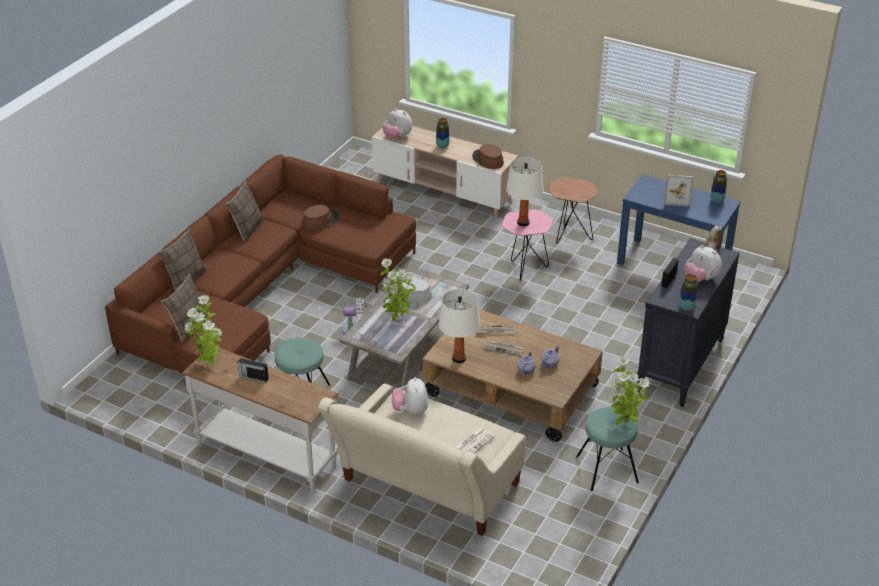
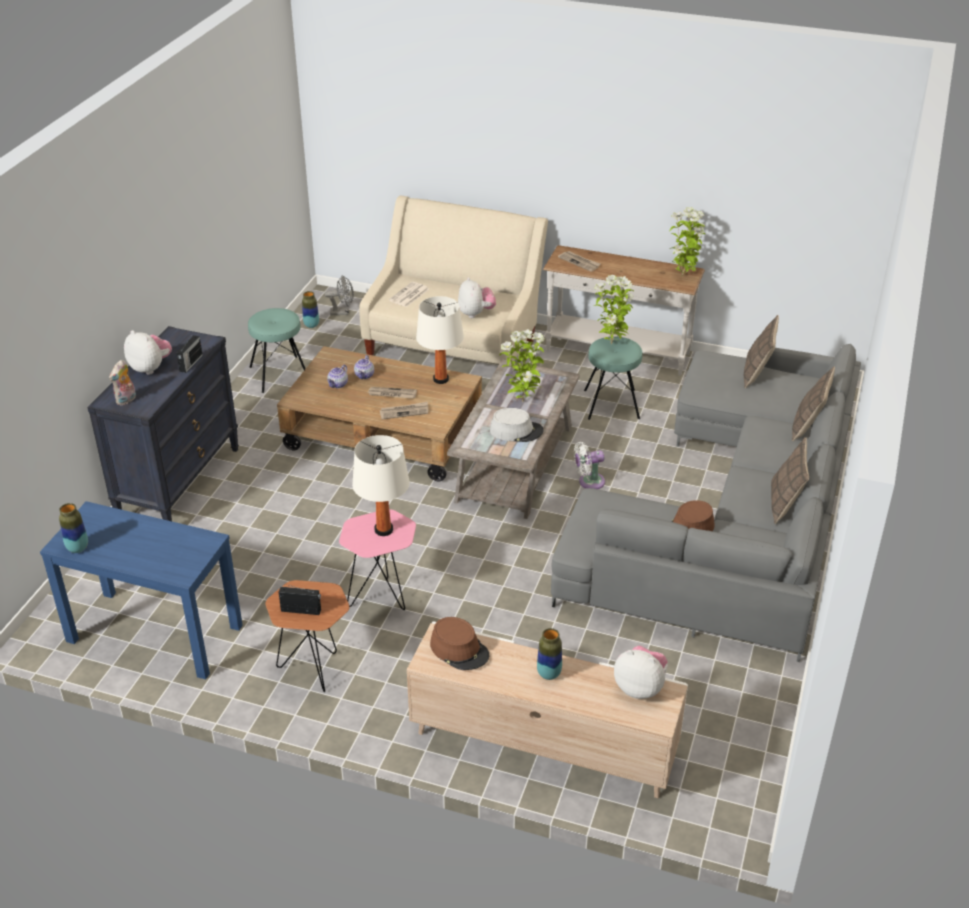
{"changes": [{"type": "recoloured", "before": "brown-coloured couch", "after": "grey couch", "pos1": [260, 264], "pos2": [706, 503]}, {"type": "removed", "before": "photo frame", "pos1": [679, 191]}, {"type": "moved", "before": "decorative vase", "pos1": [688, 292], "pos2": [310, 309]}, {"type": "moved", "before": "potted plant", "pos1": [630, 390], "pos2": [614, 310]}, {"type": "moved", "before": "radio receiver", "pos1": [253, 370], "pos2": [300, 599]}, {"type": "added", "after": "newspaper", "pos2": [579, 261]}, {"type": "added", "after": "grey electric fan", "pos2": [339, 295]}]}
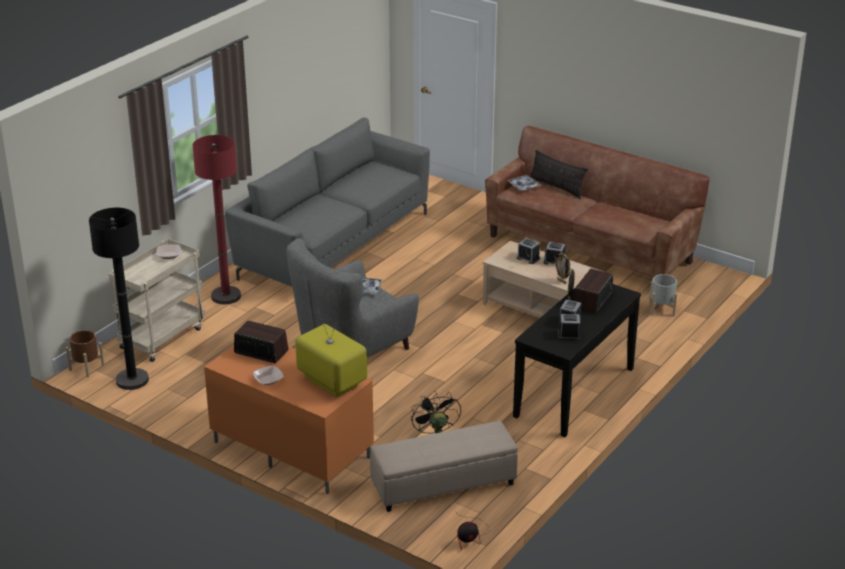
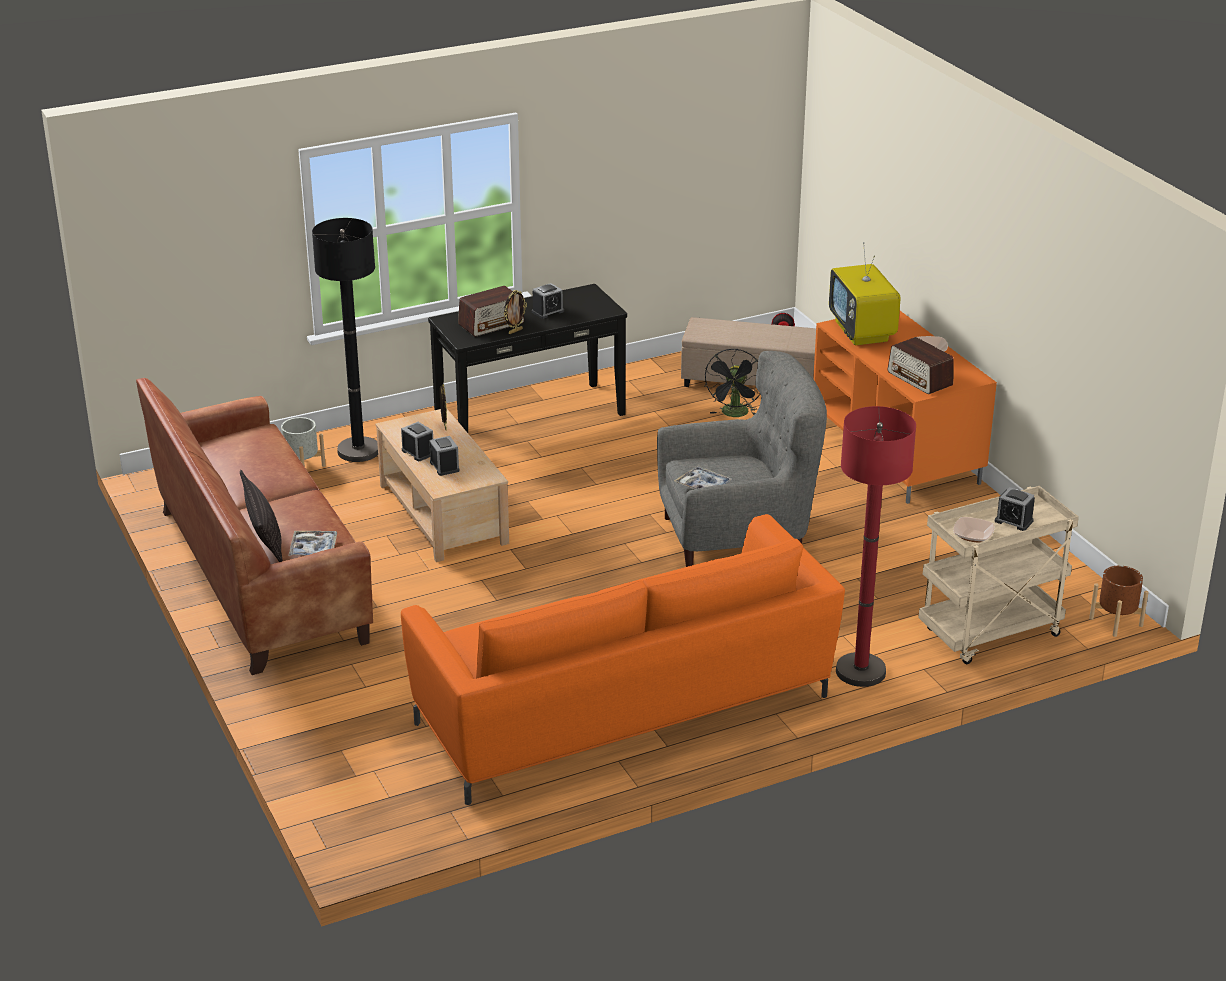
{"changes": [{"type": "recoloured", "before": "grey couch", "after": "orangey couch", "pos1": [327, 202], "pos2": [623, 659]}, {"type": "moved", "before": "black floor lamp", "pos1": [119, 299], "pos2": [345, 340]}, {"type": "moved", "before": "bedside clock", "pos1": [569, 327], "pos2": [1015, 509]}]}
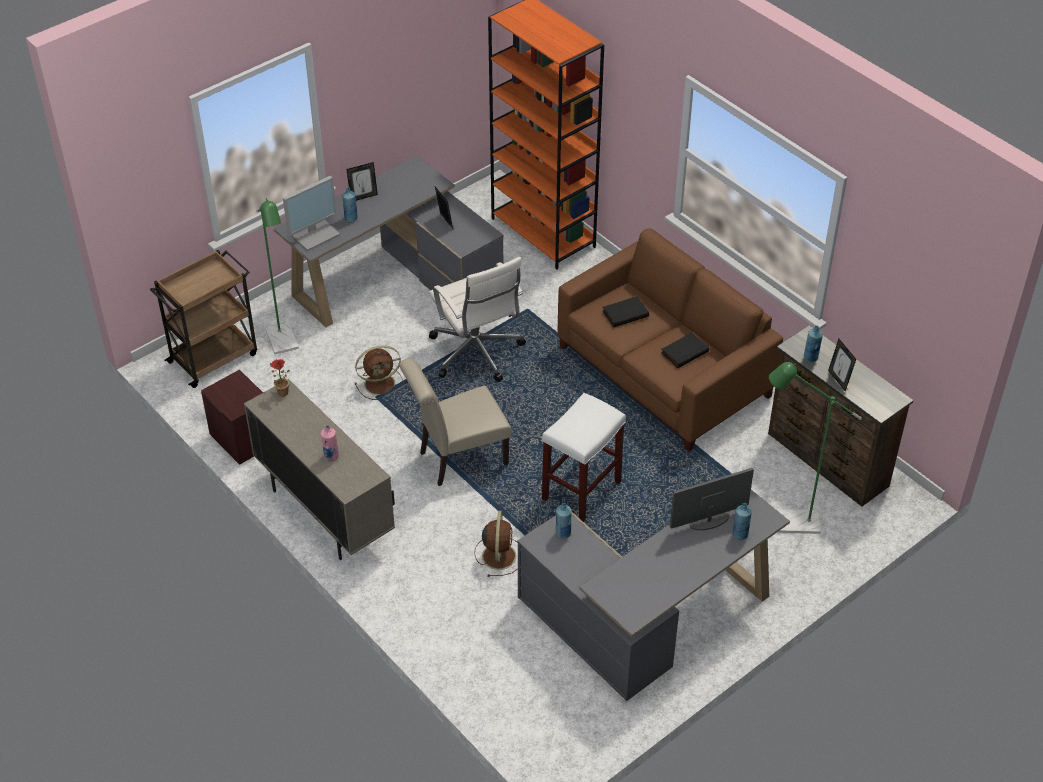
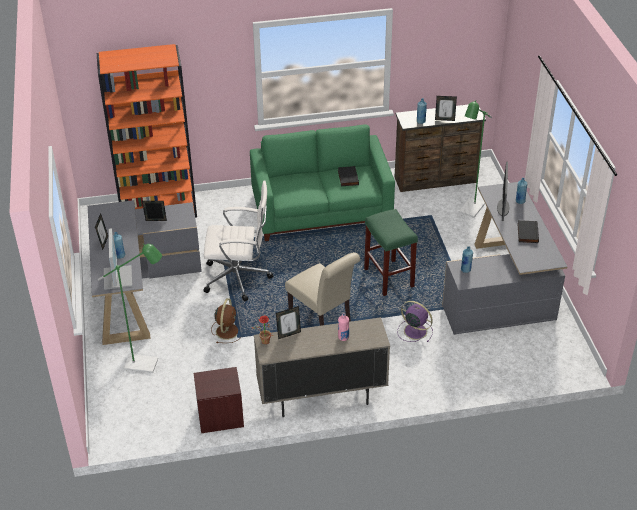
{"changes": [{"type": "recoloured", "before": "brown-coloured couch", "after": "green-coloured couch", "pos1": [670, 340], "pos2": [322, 182]}, {"type": "removed", "before": "brown-coloured trolley", "pos1": [203, 319]}, {"type": "moved", "before": "black bound book", "pos1": [626, 311], "pos2": [528, 231]}, {"type": "turned", "before": "sand-coloured plain chair", "pos1": [455, 422], "pos2": [322, 289], "turn": -45}, {"type": "recoloured", "before": "white stool", "after": "green-coloured stool", "pos1": [584, 457], "pos2": [391, 252]}, {"type": "recoloured", "before": "brown-coloured electric fan", "after": "purplish electric fan", "pos1": [496, 544], "pos2": [415, 321]}, {"type": "added", "after": "photo frame", "pos2": [288, 322]}]}
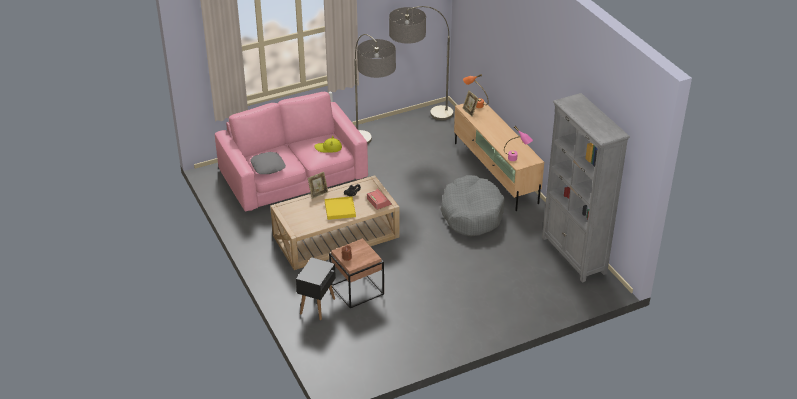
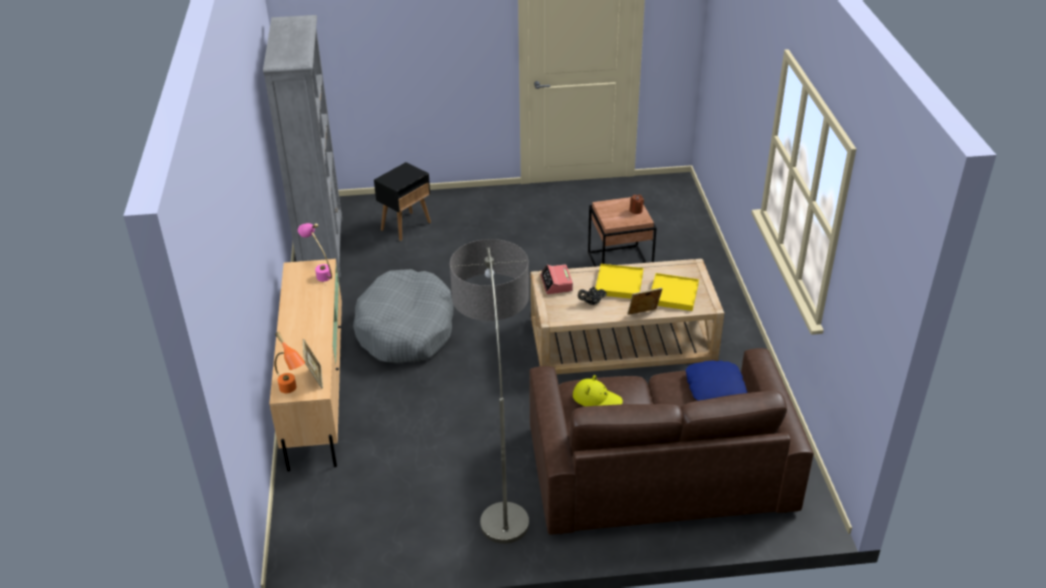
{"changes": [{"type": "removed", "before": "floor lamp", "pos1": [421, 63]}, {"type": "recoloured", "before": "pink-coloured couch", "after": "brown-coloured couch", "pos1": [291, 151], "pos2": [671, 441]}, {"type": "recoloured", "before": "grey pillow", "after": "blue pillow", "pos1": [268, 163], "pos2": [716, 381]}, {"type": "moved", "before": "black side table", "pos1": [316, 288], "pos2": [402, 201]}, {"type": "added", "after": "yellow-coloured tray", "pos2": [675, 292]}]}
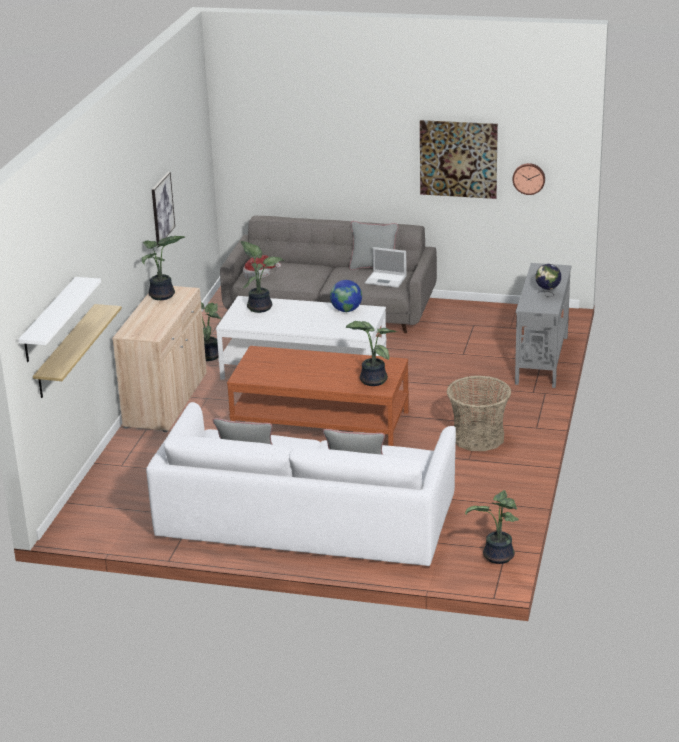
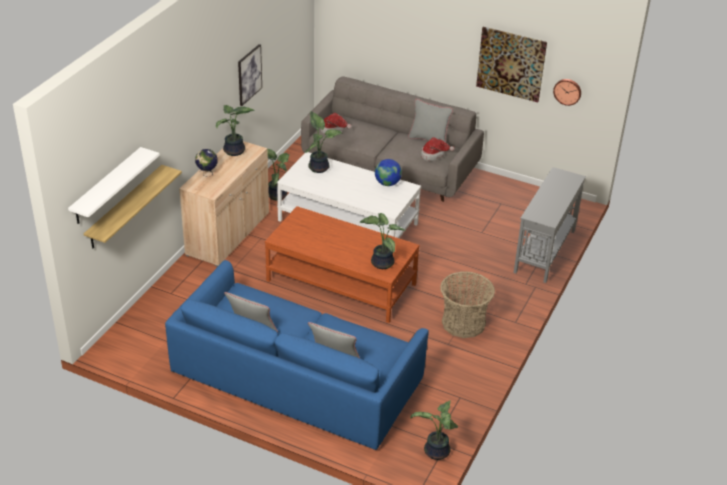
{"changes": [{"type": "replaced", "before": "notebook computer", "after": "wearable hat", "pos1": [386, 267], "pos2": [438, 149]}, {"type": "moved", "before": "globe", "pos1": [548, 280], "pos2": [206, 163]}, {"type": "recoloured", "before": "white couch", "after": "blue couch", "pos1": [301, 484], "pos2": [297, 355]}]}
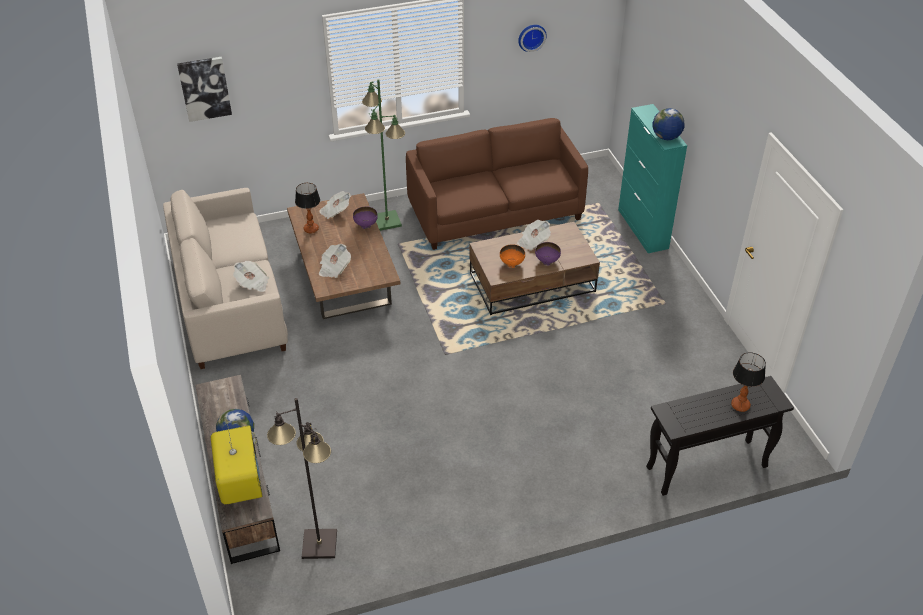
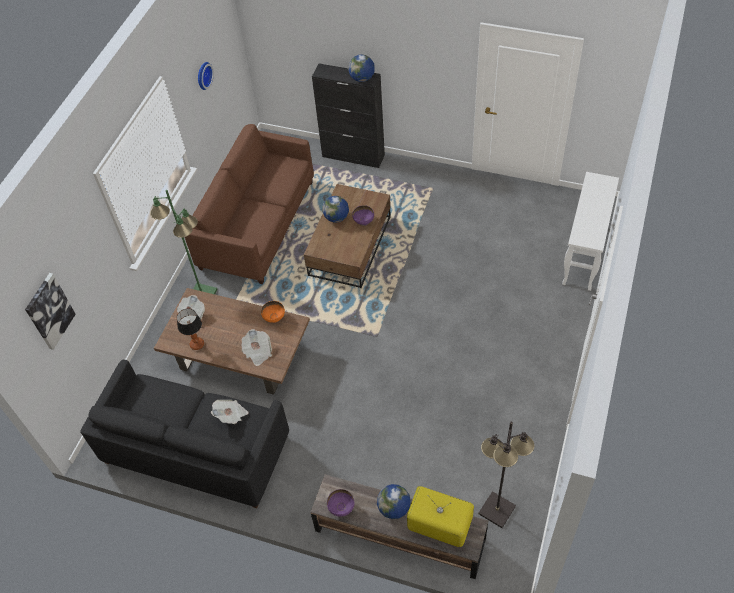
{"changes": [{"type": "recoloured", "before": "turquoise-coloured cabinet", "after": "black cabinet", "pos1": [652, 178], "pos2": [348, 115]}, {"type": "recoloured", "before": "sand-coloured couch", "after": "black couch", "pos1": [225, 278], "pos2": [184, 434]}, {"type": "moved", "before": "purplish bowl", "pos1": [365, 217], "pos2": [340, 503]}, {"type": "replaced", "before": "newspaper", "after": "globe", "pos1": [534, 235], "pos2": [335, 209]}, {"type": "moved", "before": "orangey bowl", "pos1": [512, 256], "pos2": [273, 312]}, {"type": "removed", "before": "tabletop lamp", "pos1": [748, 382]}, {"type": "recoloured", "before": "black console table", "after": "white console table", "pos1": [720, 436], "pos2": [590, 231]}]}
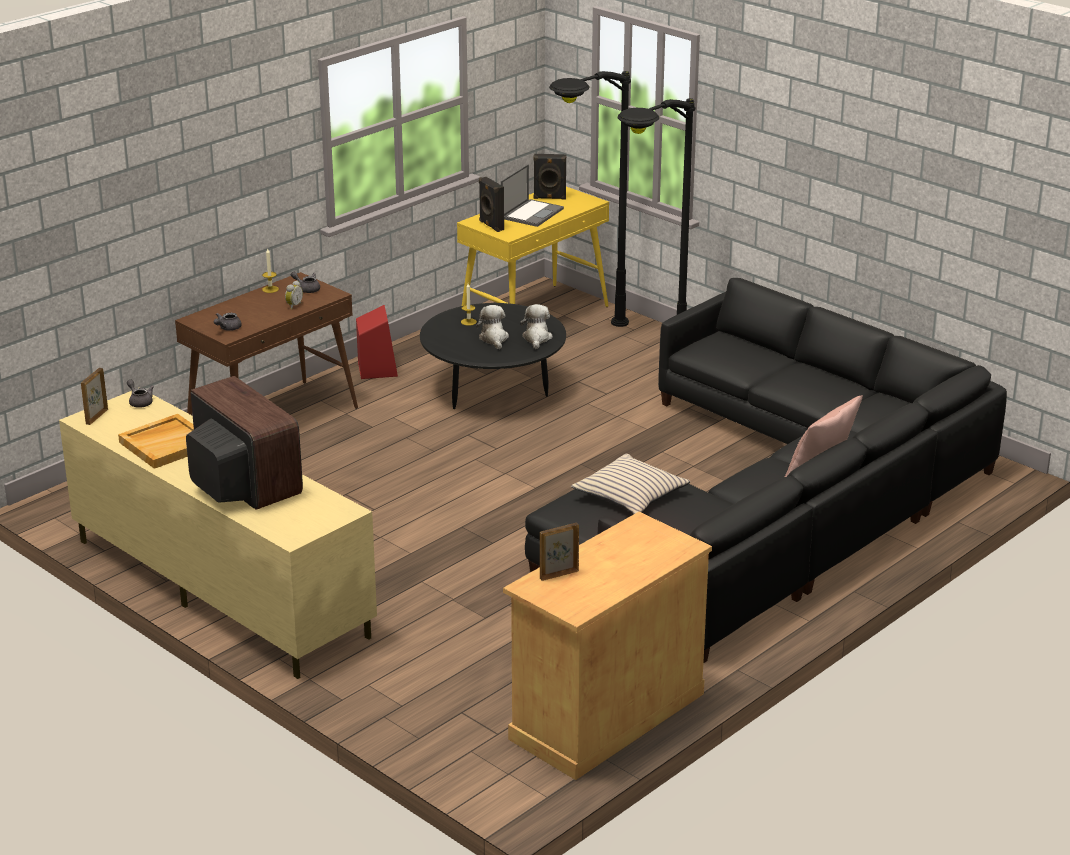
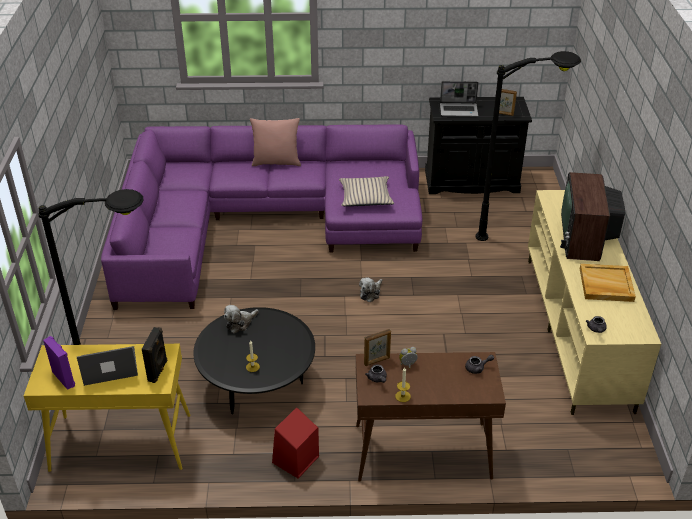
{"changes": [{"type": "moved", "before": "black floor lamp", "pos1": [656, 206], "pos2": [528, 146]}, {"type": "recoloured", "before": "black audio speaker", "after": "purplish audio speaker", "pos1": [549, 177], "pos2": [59, 363]}, {"type": "recoloured", "before": "black couch", "after": "purplish couch", "pos1": [766, 471], "pos2": [261, 217]}, {"type": "moved", "before": "soft toy", "pos1": [492, 327], "pos2": [370, 290]}, {"type": "moved", "before": "photo frame", "pos1": [94, 396], "pos2": [377, 347]}, {"type": "recoloured", "before": "sand-coloured cabinet", "after": "black cabinet", "pos1": [607, 646], "pos2": [478, 145]}, {"type": "added", "after": "notebook computer", "pos2": [459, 98]}]}
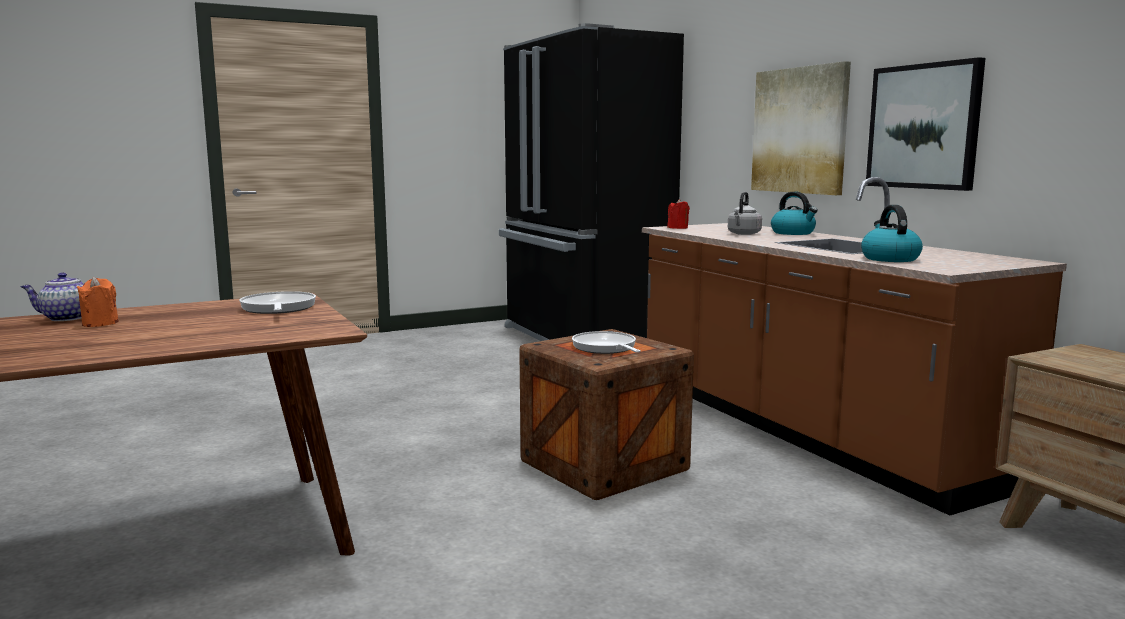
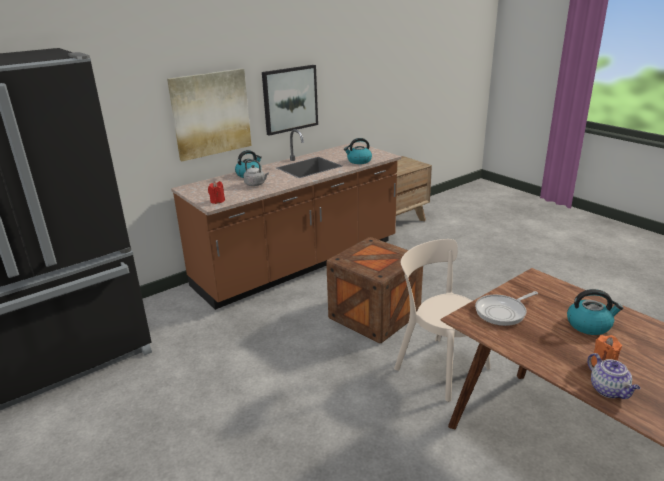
{"changes": [{"type": "removed", "before": "frying pan", "pos1": [606, 342]}, {"type": "added", "after": "sand-coloured plain chair", "pos2": [442, 320]}, {"type": "added", "after": "kettle", "pos2": [595, 312]}]}
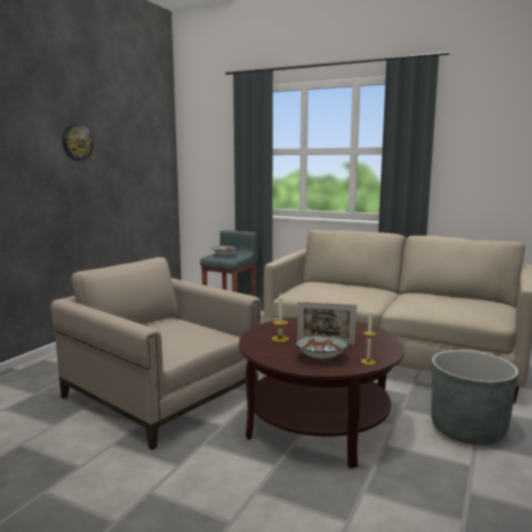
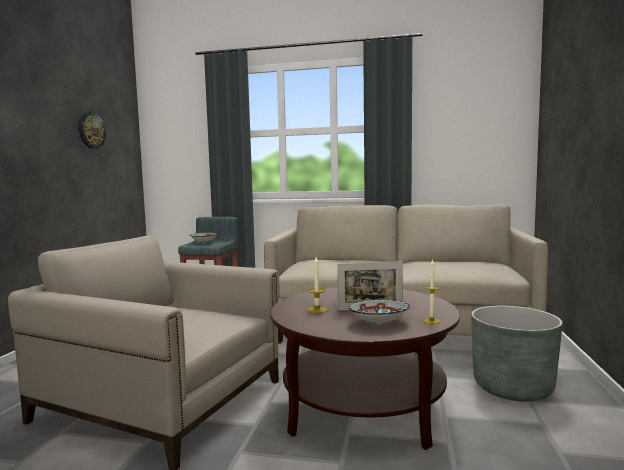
{"changes": [{"type": "moved", "before": "clock on the wall", "pos1": [77, 142], "pos2": [92, 130]}]}
